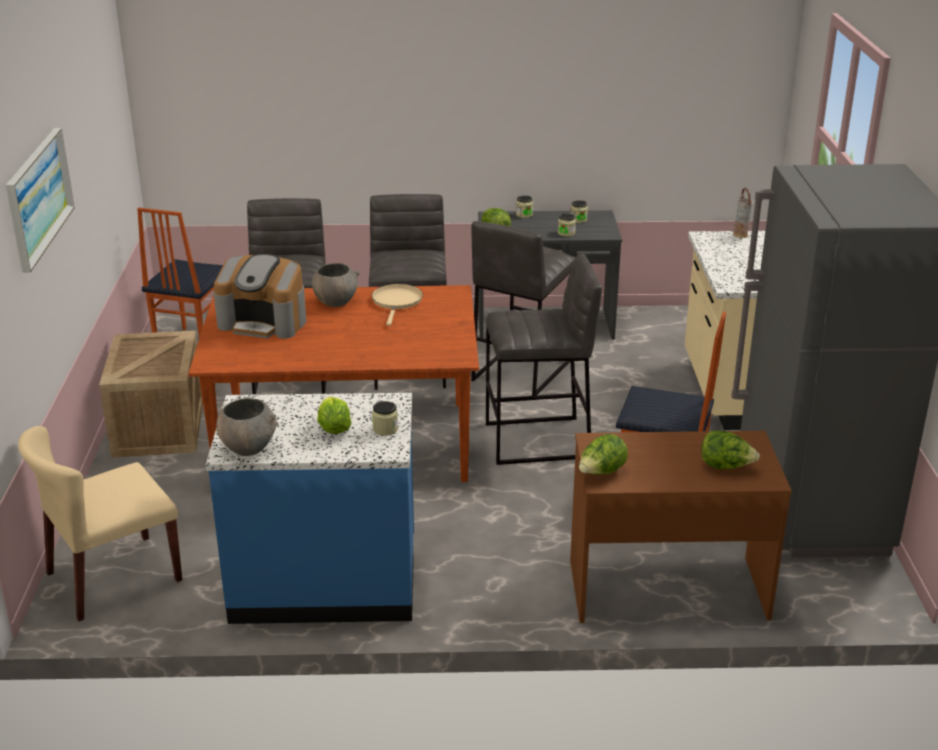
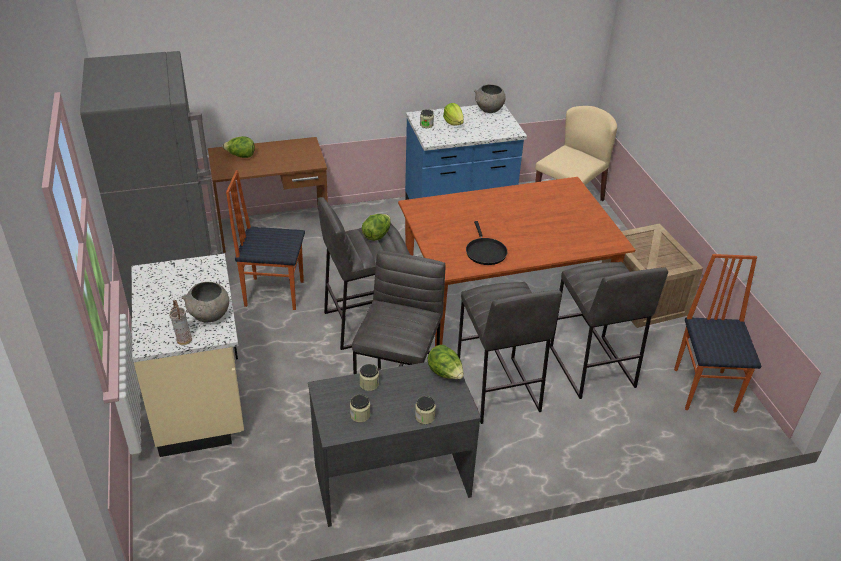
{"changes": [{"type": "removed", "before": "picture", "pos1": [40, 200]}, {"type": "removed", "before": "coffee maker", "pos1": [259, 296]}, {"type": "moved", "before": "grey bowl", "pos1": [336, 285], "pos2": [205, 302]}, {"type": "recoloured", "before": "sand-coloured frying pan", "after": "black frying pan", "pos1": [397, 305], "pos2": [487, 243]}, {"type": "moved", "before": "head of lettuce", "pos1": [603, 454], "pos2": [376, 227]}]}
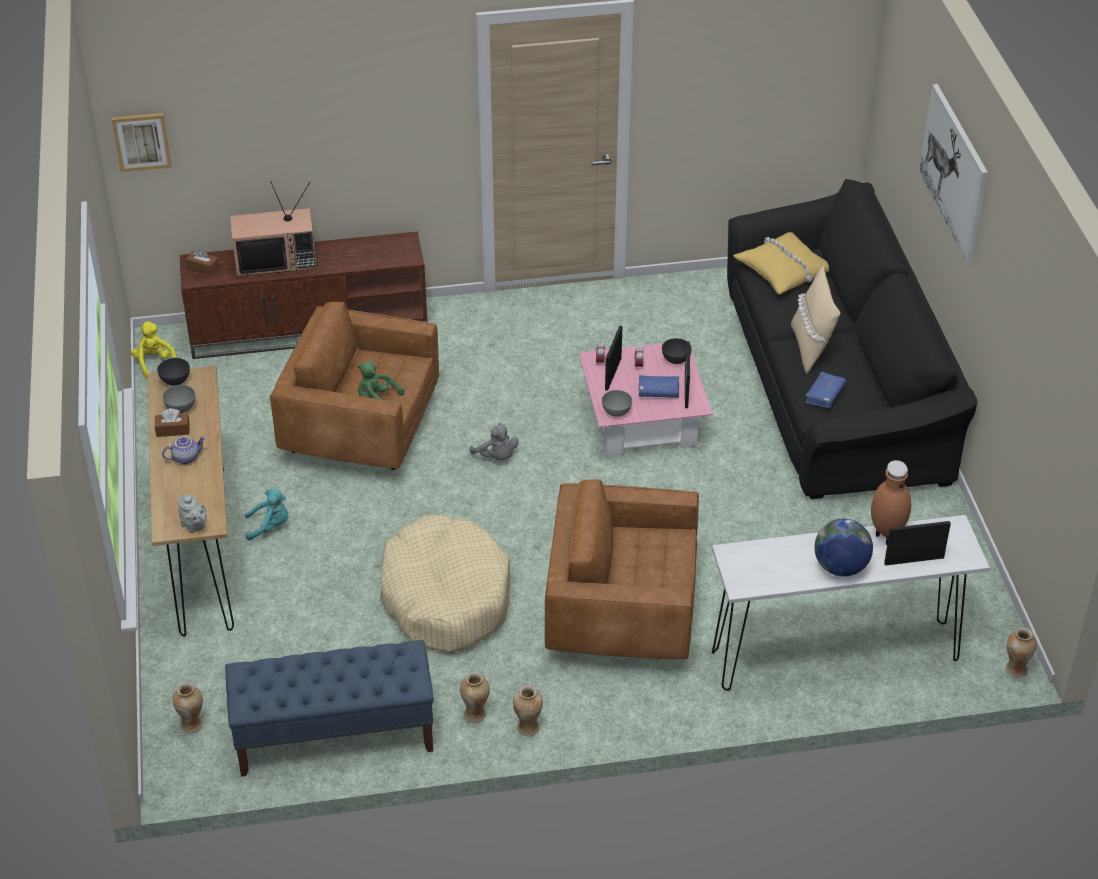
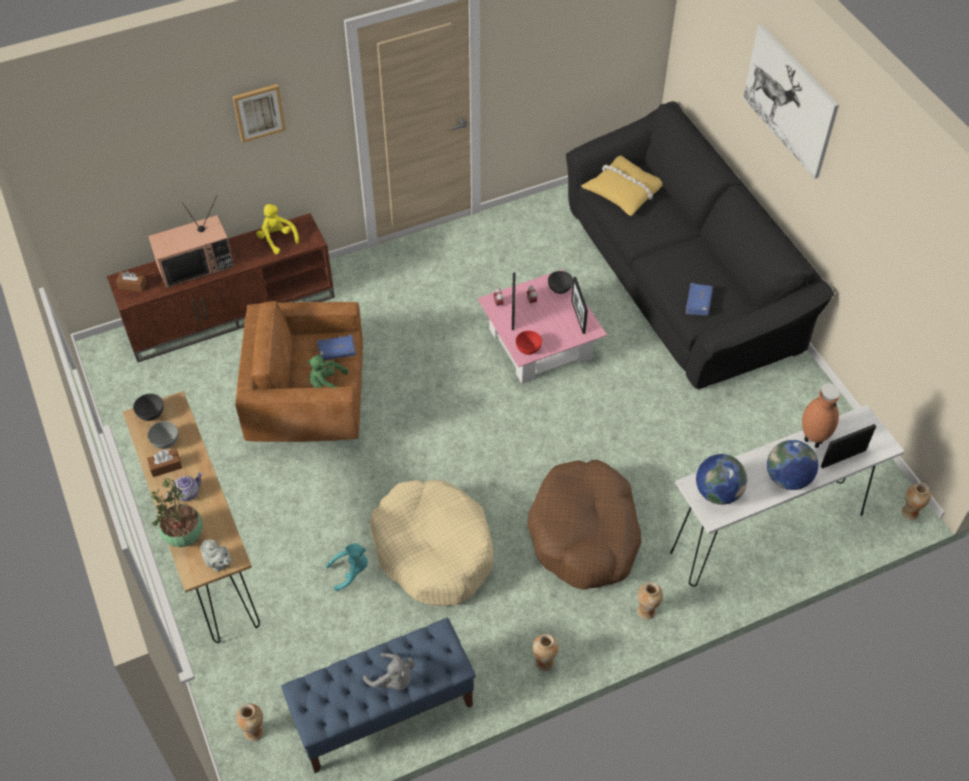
{"changes": [{"type": "moved", "before": "picture", "pos1": [142, 142], "pos2": [259, 113]}, {"type": "removed", "before": "sand-coloured pillow", "pos1": [815, 320]}, {"type": "moved", "before": "yellow-coloured soft toy", "pos1": [153, 349], "pos2": [277, 229]}, {"type": "moved", "before": "blue bound book", "pos1": [659, 386], "pos2": [336, 348]}, {"type": "recoloured", "before": "grey bowl", "after": "red-coloured bowl", "pos1": [617, 403], "pos2": [529, 343]}, {"type": "moved", "before": "grey soft toy", "pos1": [494, 441], "pos2": [389, 671]}, {"type": "replaced", "before": "brown-coloured lounge chair", "after": "brown-coloured dog cushion", "pos1": [622, 569], "pos2": [584, 525]}, {"type": "moved", "before": "turquoise-coloured soft toy", "pos1": [267, 515], "pos2": [347, 567]}, {"type": "moved", "before": "decorative vase", "pos1": [475, 697], "pos2": [650, 601]}, {"type": "added", "after": "globe", "pos2": [721, 479]}, {"type": "added", "after": "potted plant", "pos2": [177, 512]}]}
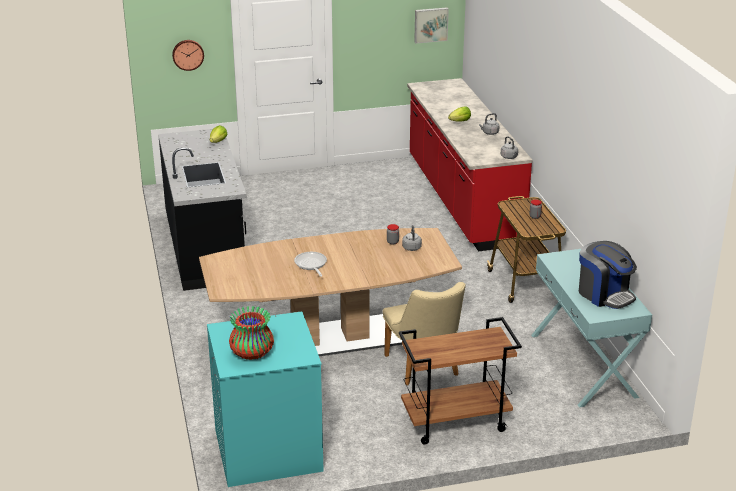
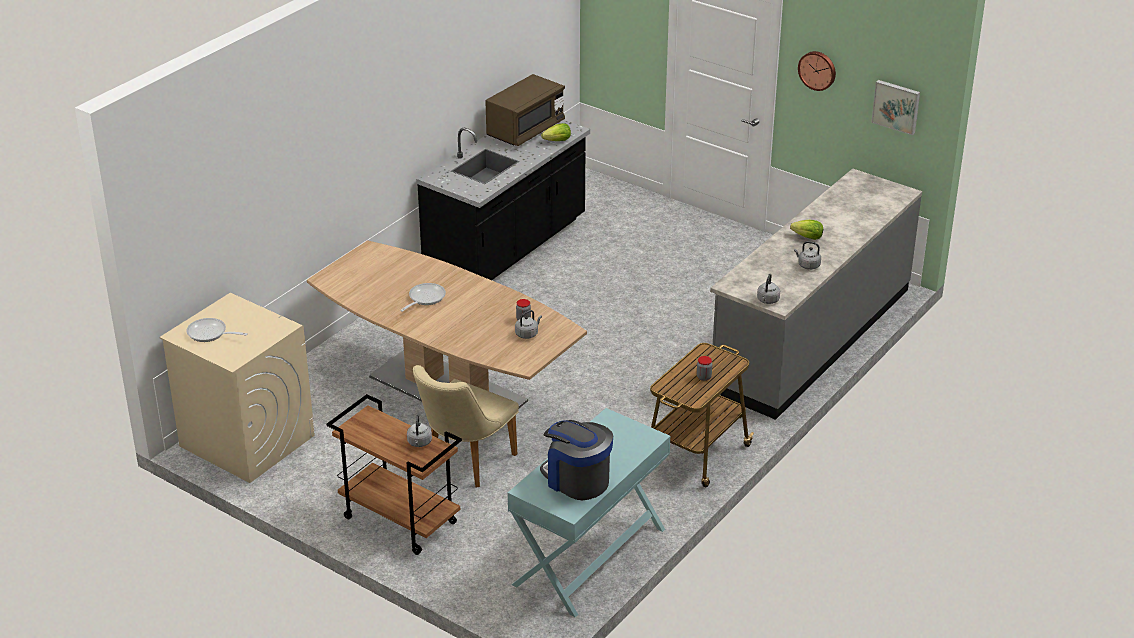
{"changes": [{"type": "moved", "before": "clock on the wall", "pos1": [188, 55], "pos2": [817, 71]}, {"type": "recoloured", "before": "red-coloured kitchen counter", "after": "grey kitchen counter", "pos1": [469, 165], "pos2": [816, 294]}, {"type": "turned", "before": "coffee maker", "pos1": [608, 275], "pos2": [576, 460], "turn": 120}, {"type": "replaced", "before": "decorative vase", "after": "frying pan", "pos1": [251, 333], "pos2": [217, 330]}, {"type": "recoloured", "before": "turquoise-coloured laundry appliance", "after": "sand-coloured laundry appliance", "pos1": [265, 399], "pos2": [237, 388]}, {"type": "added", "after": "brown-coloured kitchen microwave", "pos2": [525, 110]}, {"type": "added", "after": "grey kettle", "pos2": [419, 431]}]}
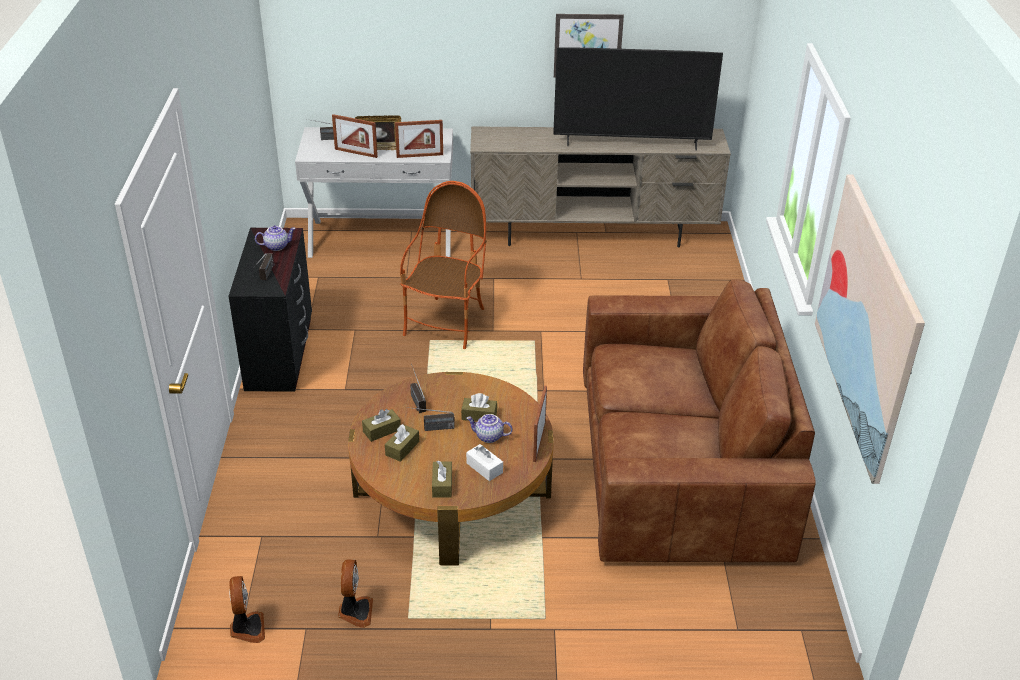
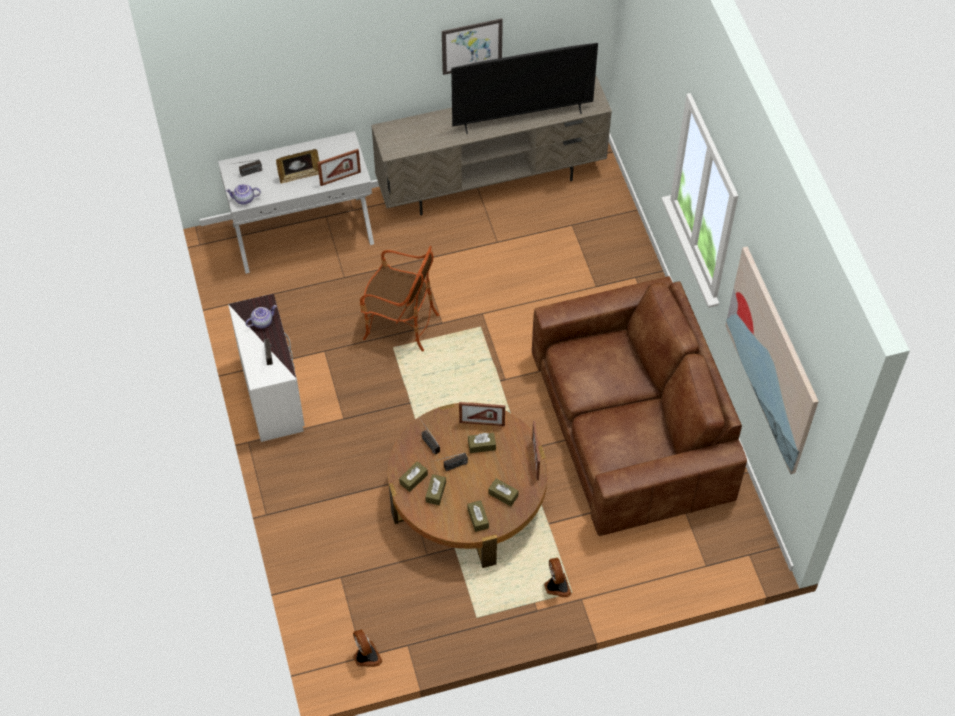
{"changes": [{"type": "moved", "before": "photo frame", "pos1": [355, 136], "pos2": [482, 414]}, {"type": "turned", "before": "lounge chair", "pos1": [443, 265], "pos2": [399, 298], "turn": 105}, {"type": "recoloured", "before": "black dresser", "after": "white dresser", "pos1": [270, 310], "pos2": [266, 368]}, {"type": "moved", "before": "pot for tea", "pos1": [489, 428], "pos2": [243, 194]}, {"type": "recoloured", "before": "white tissue box", "after": "brown-coloured tissue box", "pos1": [484, 462], "pos2": [503, 492]}, {"type": "moved", "before": "electric fan", "pos1": [355, 593], "pos2": [558, 577]}]}
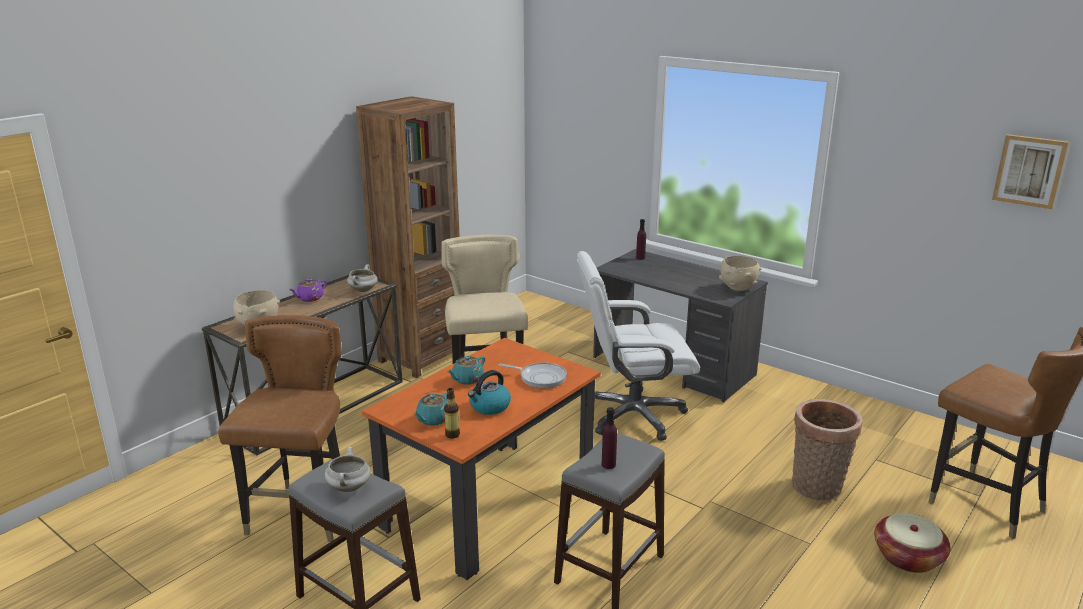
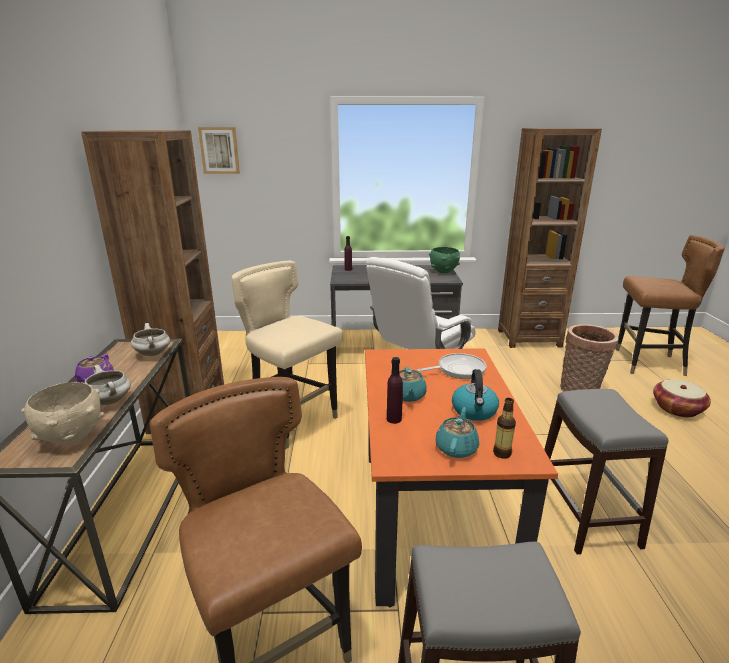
{"changes": [{"type": "moved", "before": "picture", "pos1": [1030, 171], "pos2": [219, 150]}, {"type": "recoloured", "before": "sand-coloured bowl", "after": "green-coloured bowl", "pos1": [740, 273], "pos2": [444, 260]}, {"type": "turned", "before": "turquoise-coloured pot for tea", "pos1": [430, 409], "pos2": [457, 432], "turn": -150}, {"type": "moved", "before": "purplish bottle", "pos1": [609, 438], "pos2": [395, 390]}, {"type": "moved", "before": "white cooking pot", "pos1": [348, 469], "pos2": [107, 385]}, {"type": "added", "after": "brown-coloured bookshelf", "pos2": [550, 238]}]}
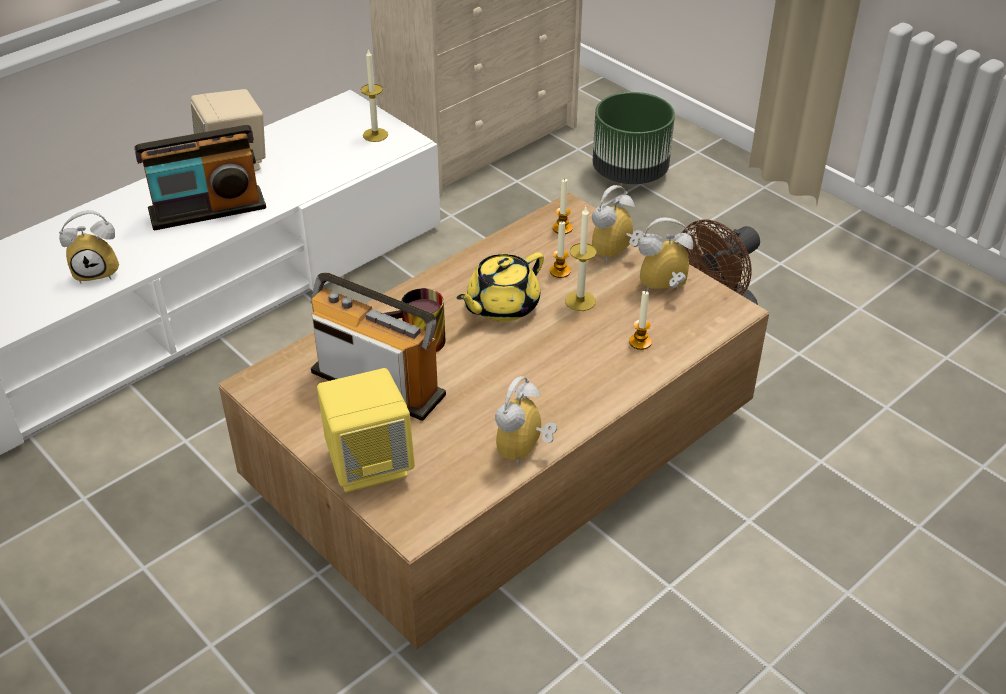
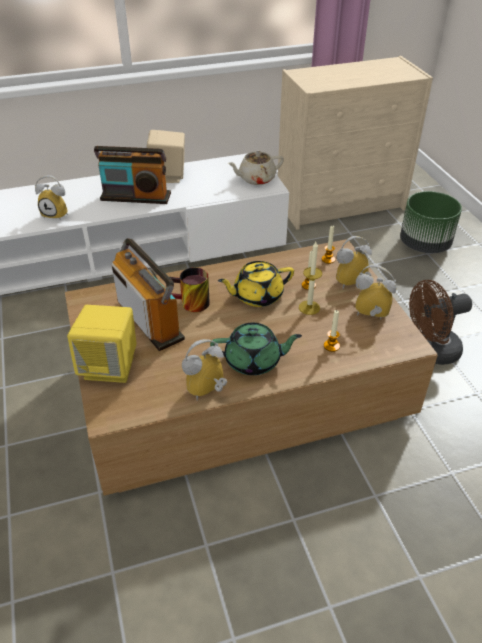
{"changes": [{"type": "replaced", "before": "wax light", "after": "sand-coloured pot for tea", "pos1": [374, 95], "pos2": [255, 168]}, {"type": "added", "after": "green-coloured pot for tea", "pos2": [256, 349]}]}
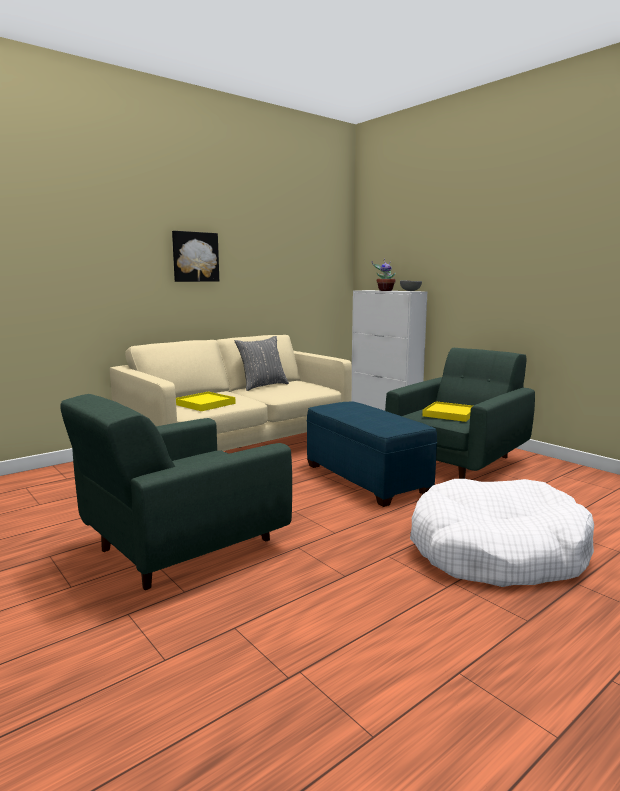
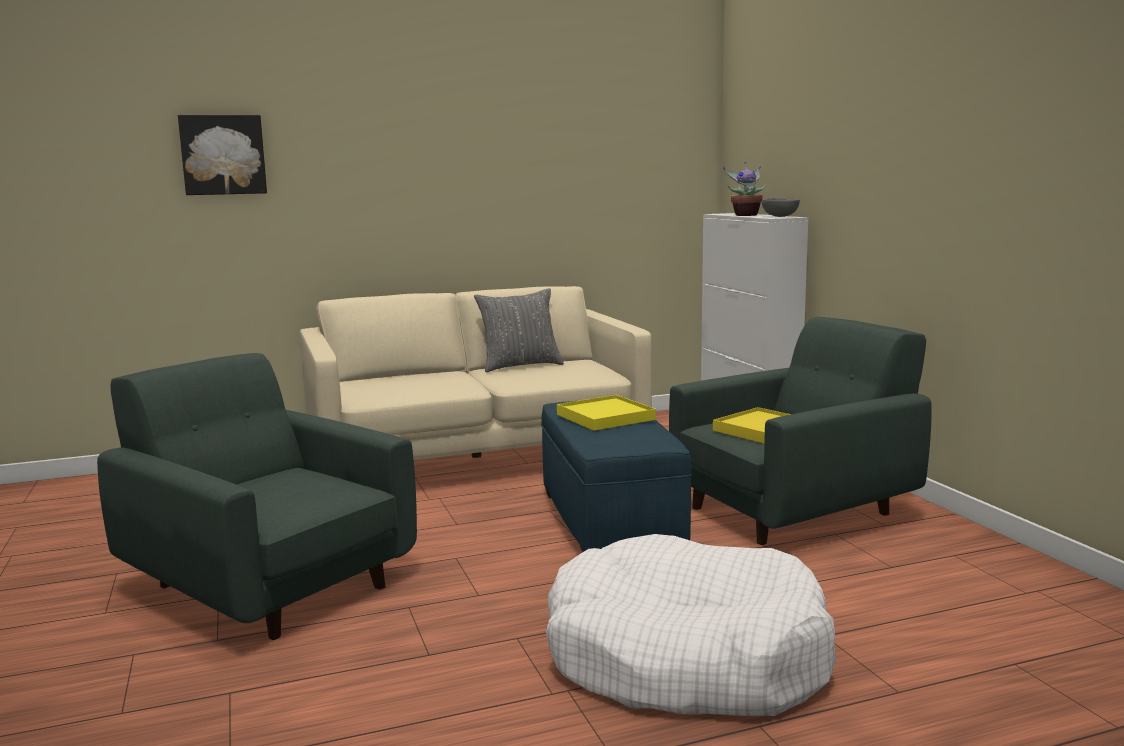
{"changes": [{"type": "moved", "before": "picture", "pos1": [195, 256], "pos2": [222, 155]}, {"type": "moved", "before": "yellow-coloured tray", "pos1": [206, 401], "pos2": [606, 413]}, {"type": "turned", "before": "green-coloured lounge chair", "pos1": [176, 492], "pos2": [257, 496], "turn": 60}]}
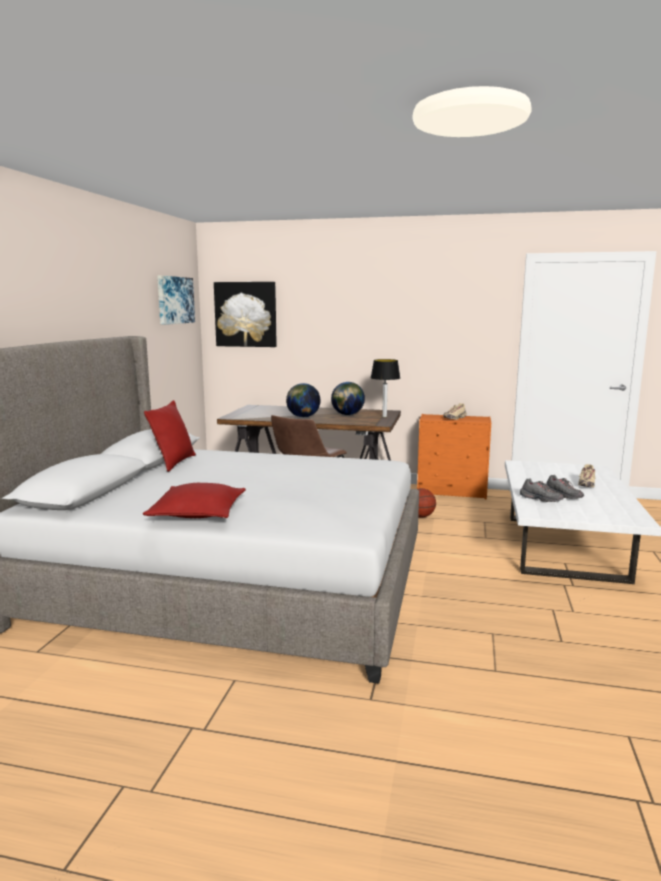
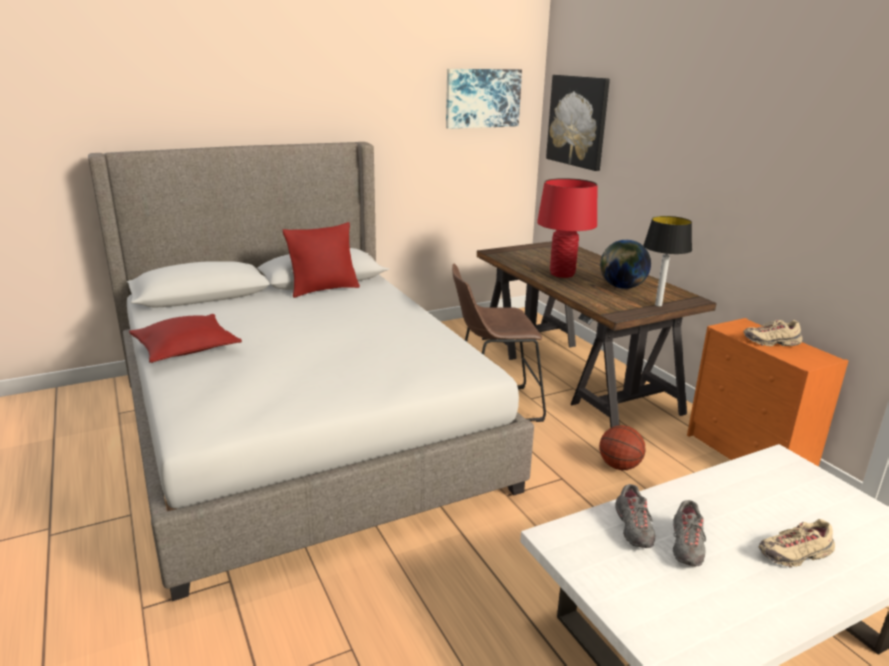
{"changes": [{"type": "replaced", "before": "globe", "after": "red-coloured tabletop lamp", "pos1": [303, 400], "pos2": [567, 228]}]}
